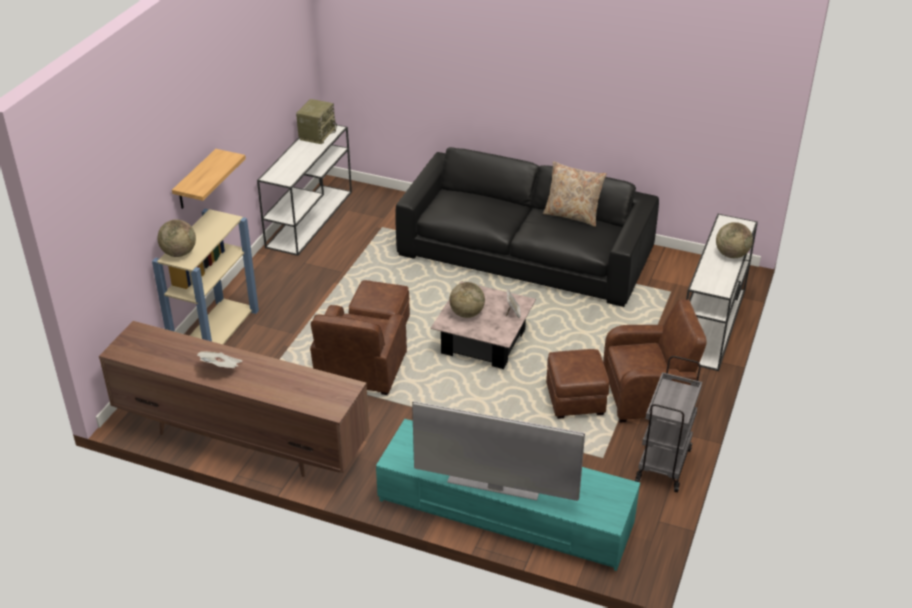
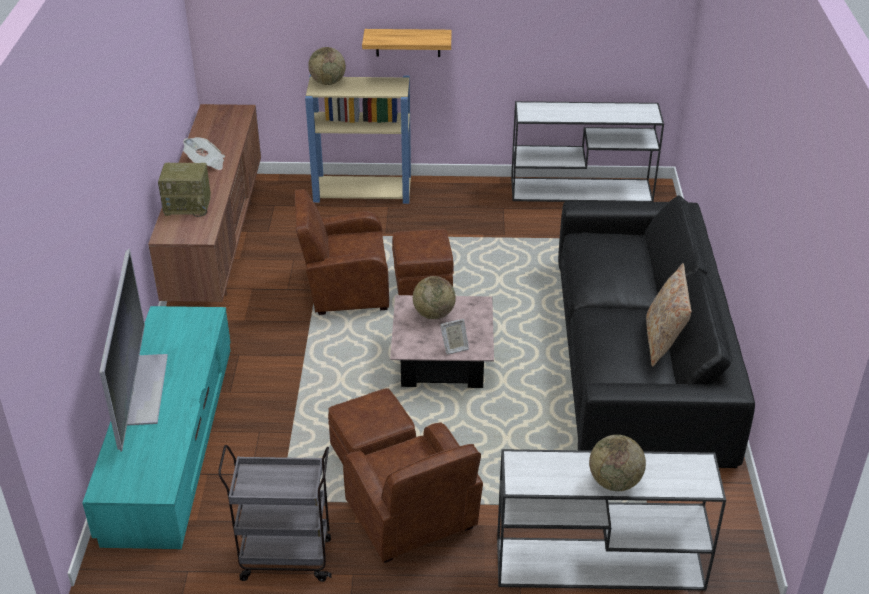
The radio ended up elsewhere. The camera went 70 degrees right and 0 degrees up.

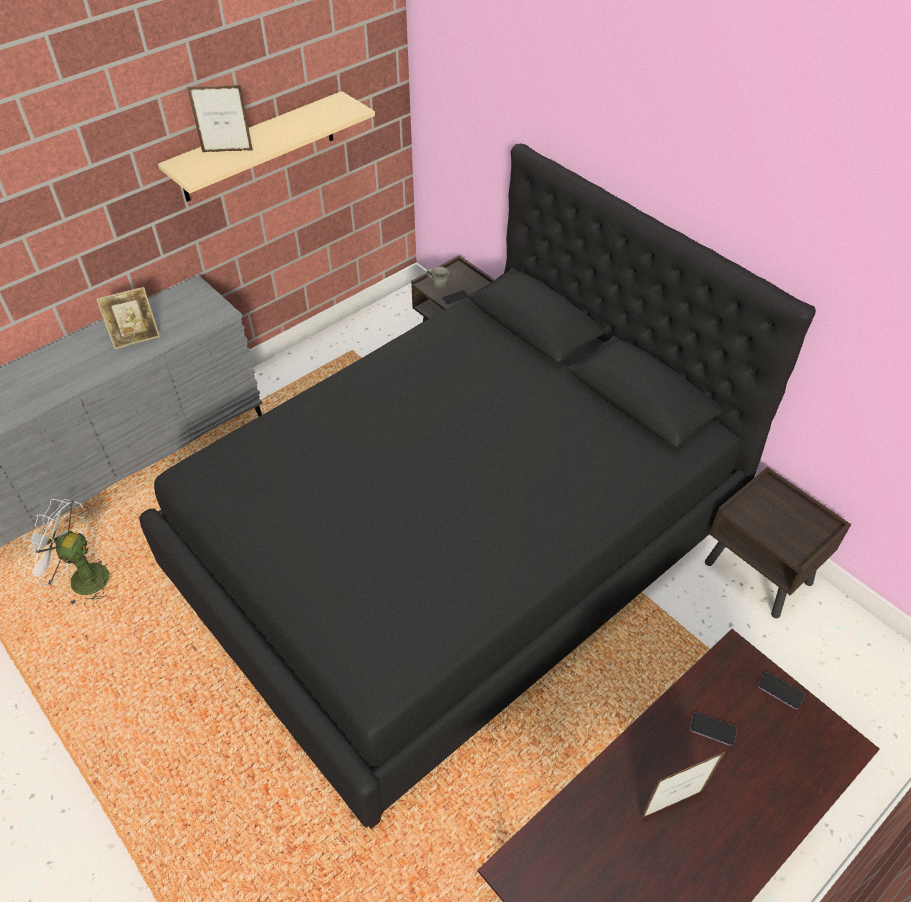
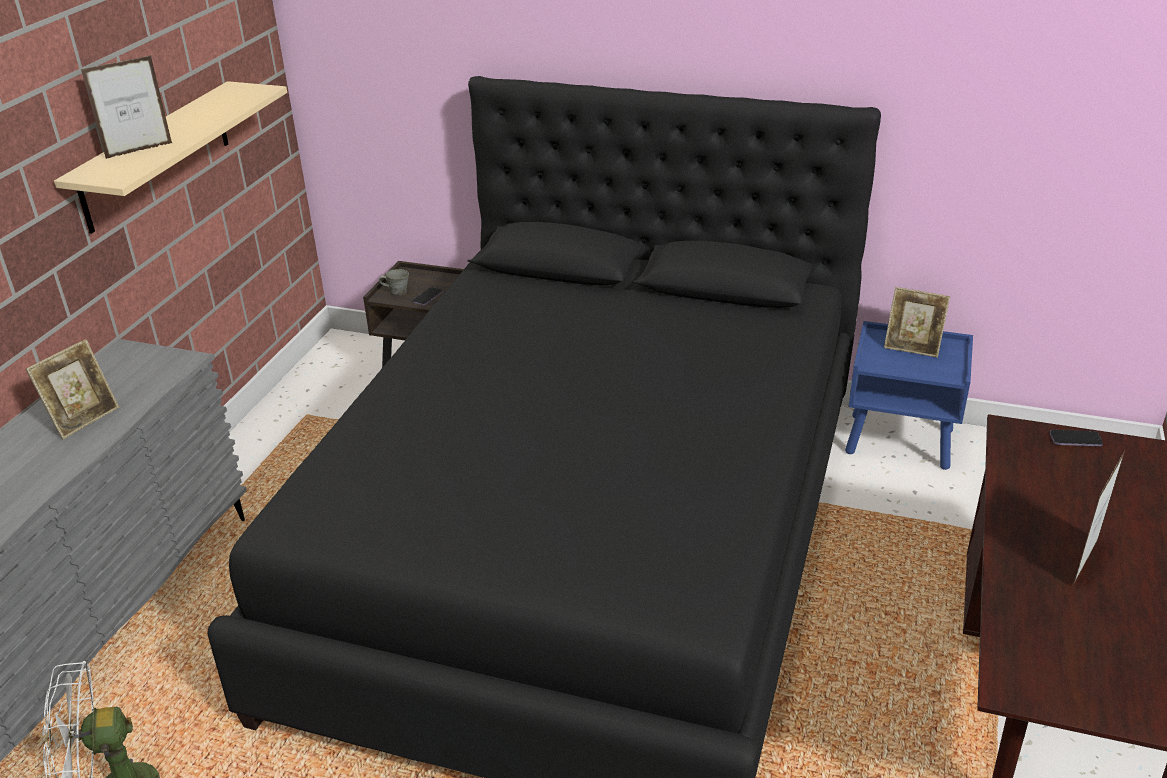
What was the table de chevet/marron (2nd from left) turned into the table de chevet/bleu. The second view gained the cadre photo (3rd from left). The second view lost the téléphone (2nd from left). The camera went 30 degrees left and 15 degrees down.

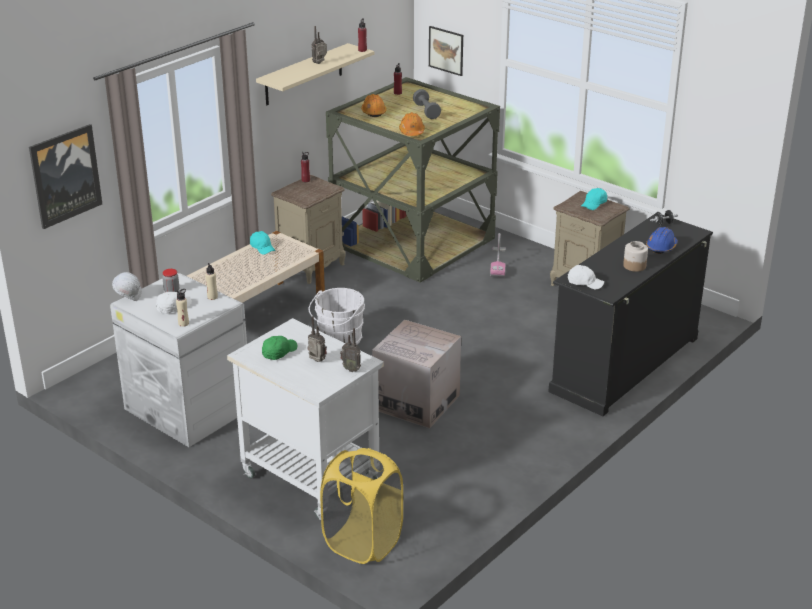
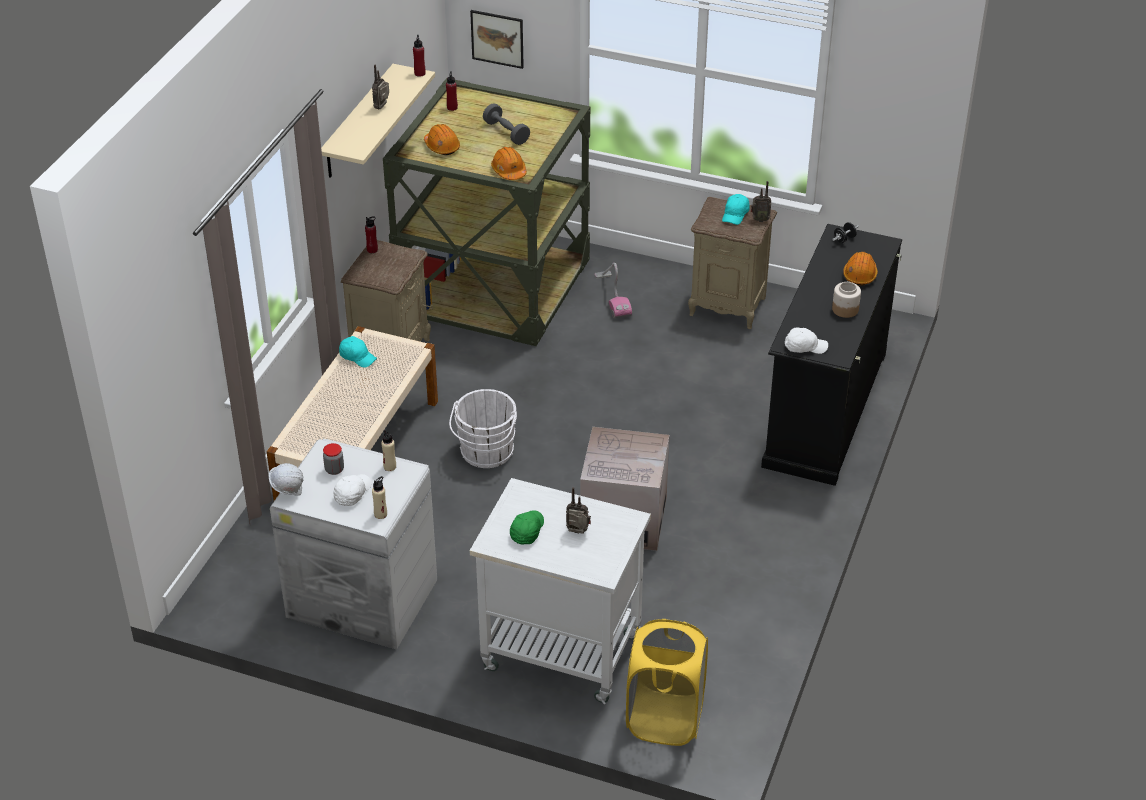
The radio (3rd from left) ended up elsewhere. What was the casque de chantier/bleu turned into the casque de chantier/orange (3rd from left). The second view lost the tableau (1st from left). The camera went 20 degrees left and 10 degrees up.

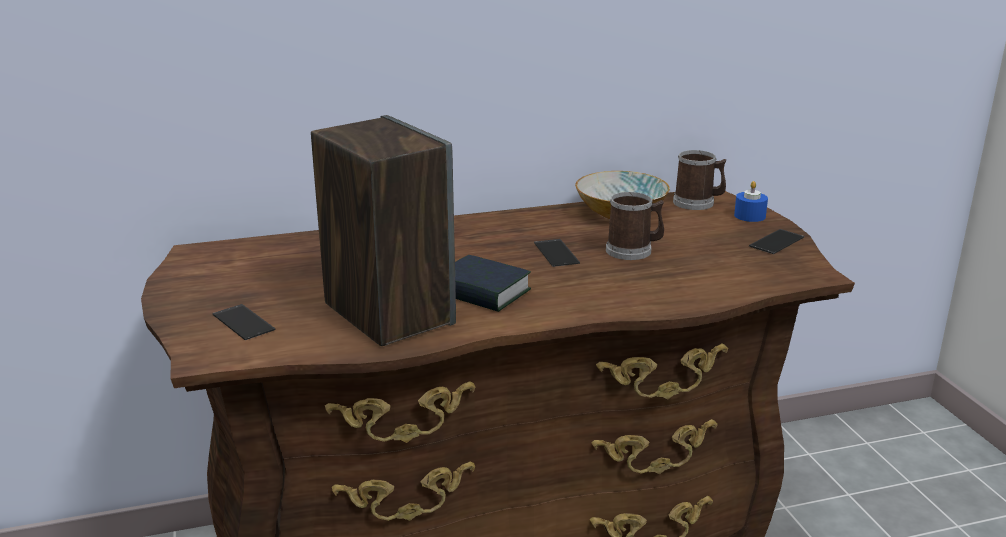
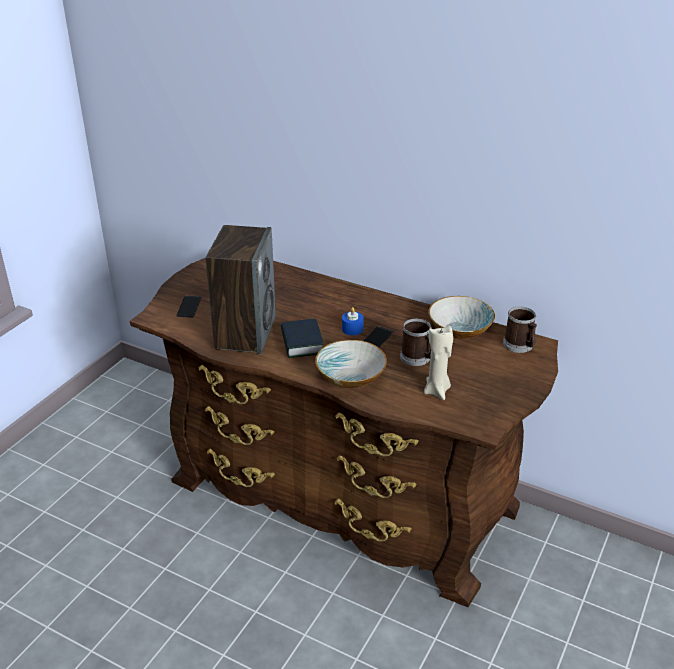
The second view gained the bol (1st from left). The bougie/bleu ended up elsewhere. The second view gained the bougie/beige. The second view lost the téléphone (3rd from left). The camera went 45 degrees right and 10 degrees up.

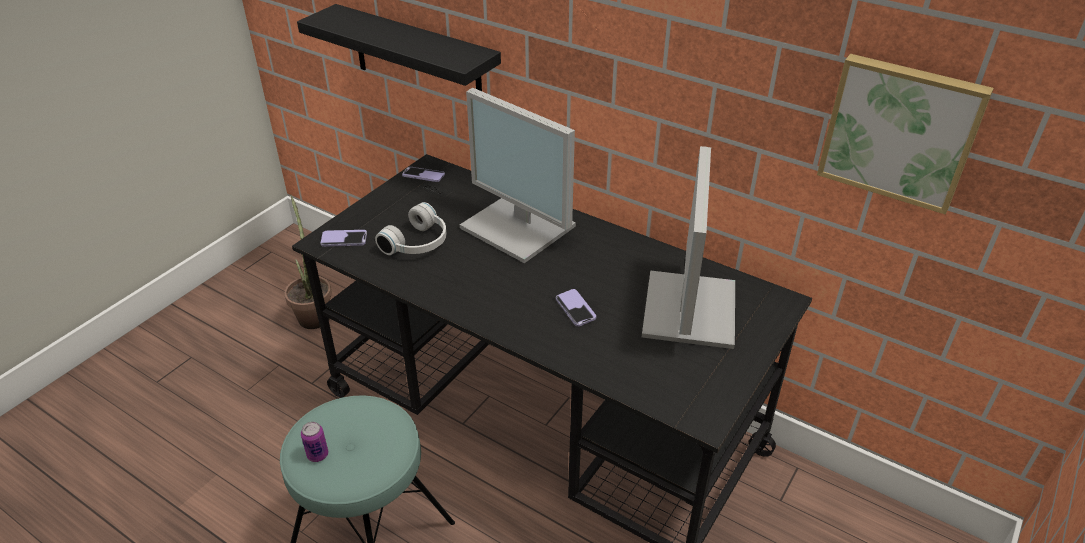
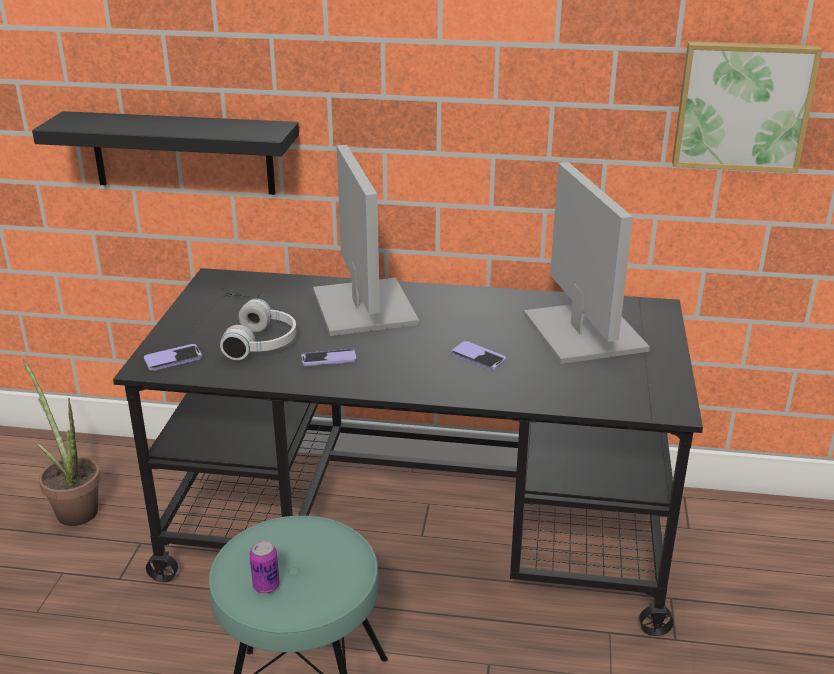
The téléphone (2nd from left) ended up elsewhere. The écran d'ordinateur (1st from left) ended up facing another way, 120 degrees counterclockwise from before. The camera went 25 degrees left and 10 degrees down.

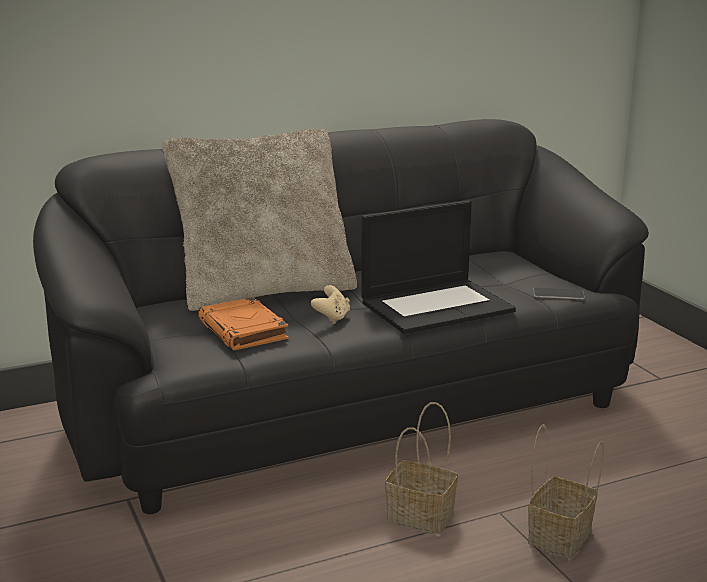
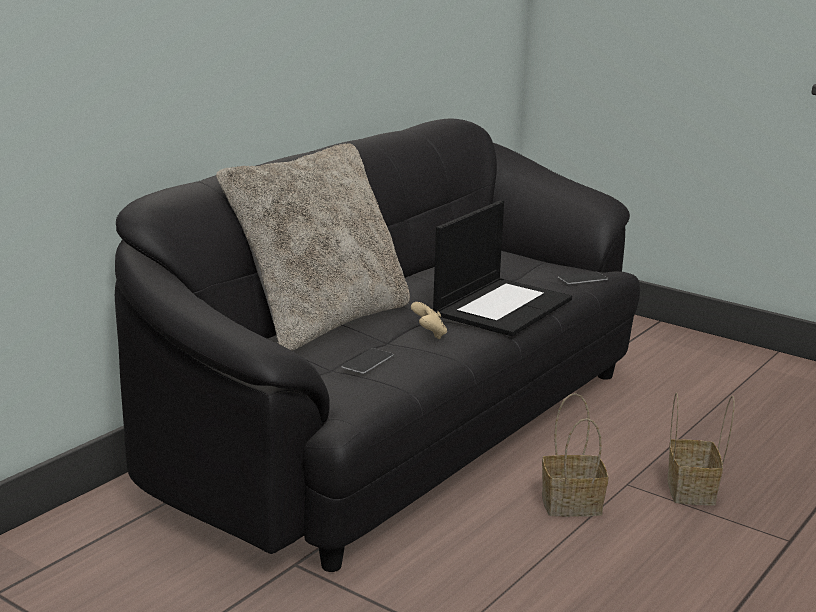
Where the livre/orange stood, the téléphone (1st from left) came to stand. The camera went 30 degrees left and 0 degrees up.

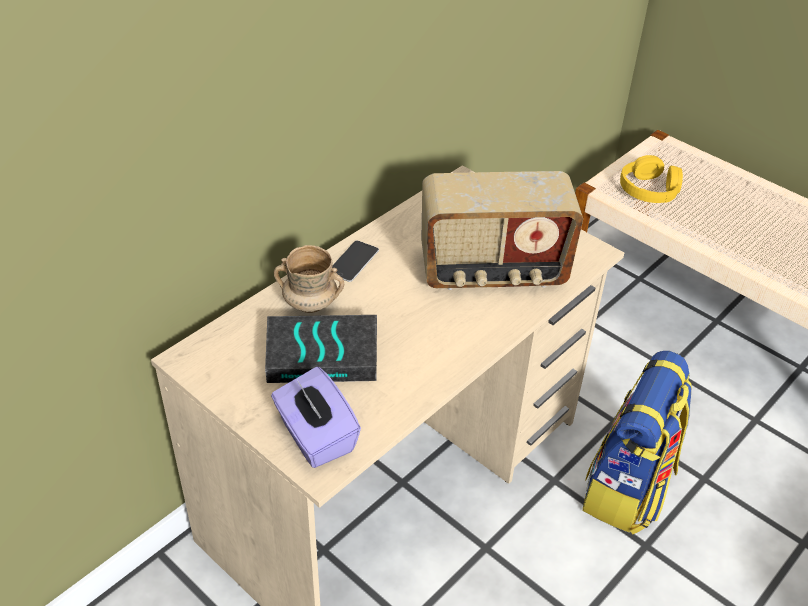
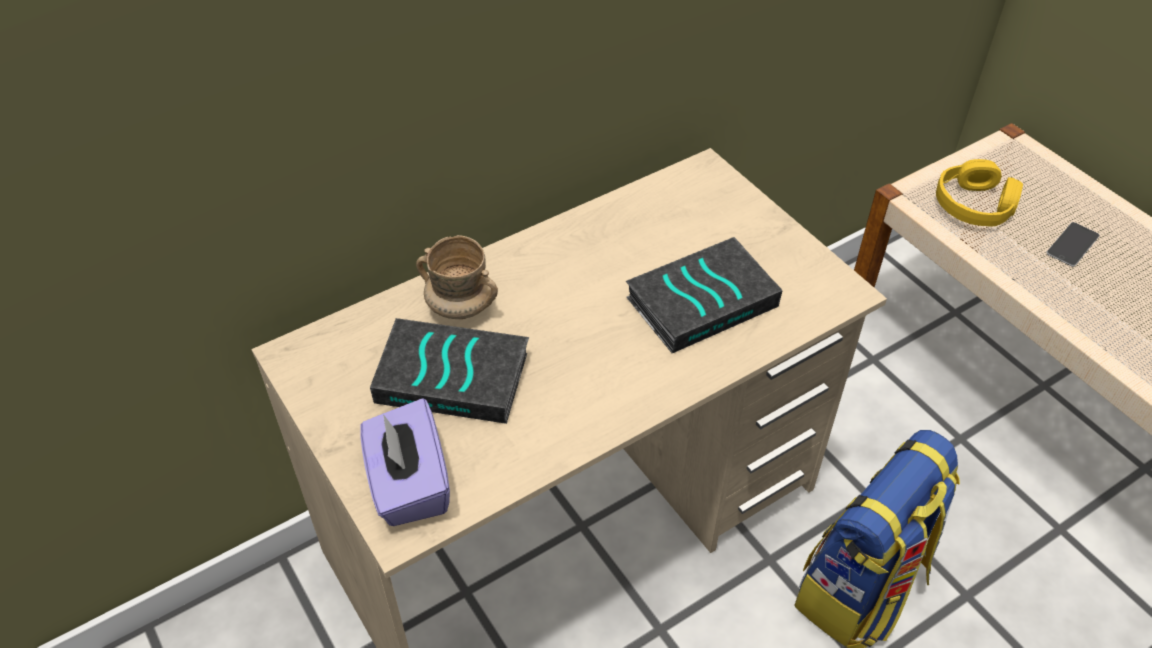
Where the radio stood, the livre (2nd from left) came to stand. The téléphone ended up elsewhere. The camera went 15 degrees right and 5 degrees up.

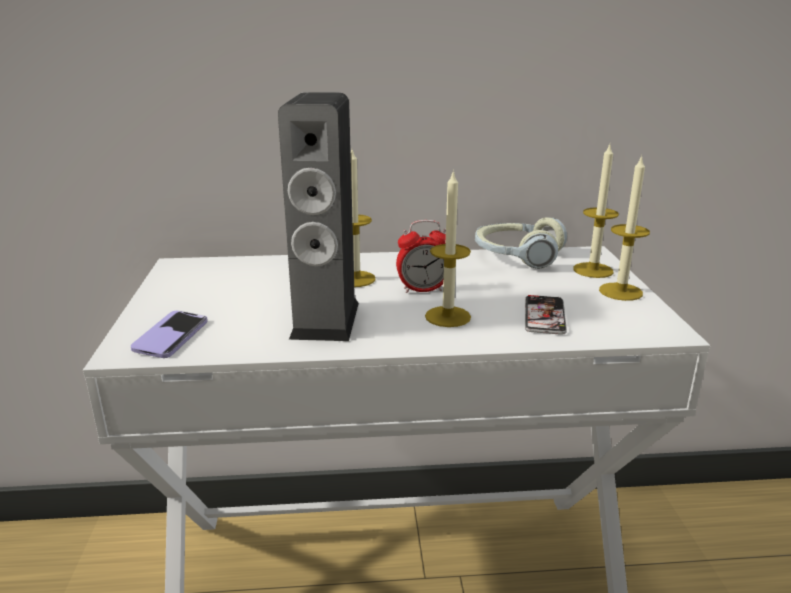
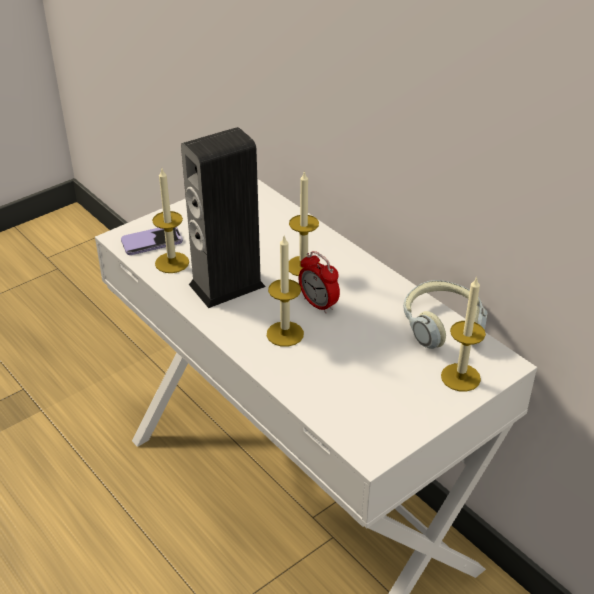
The bougie (4th from left in the first image) ended up elsewhere. The second view lost the téléphone (2nd from left). The camera went 55 degrees right and 15 degrees up.

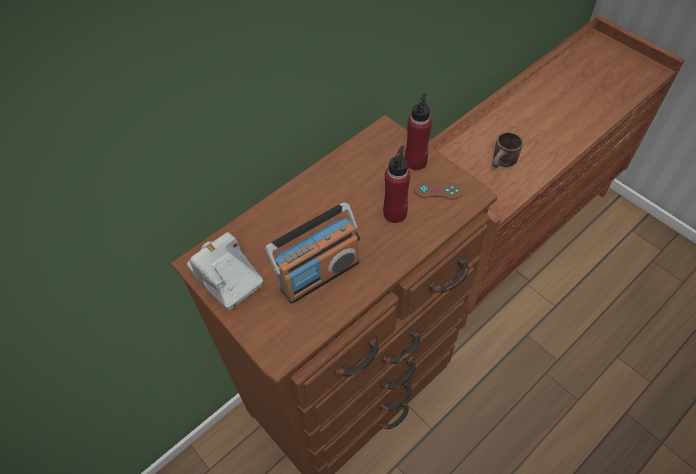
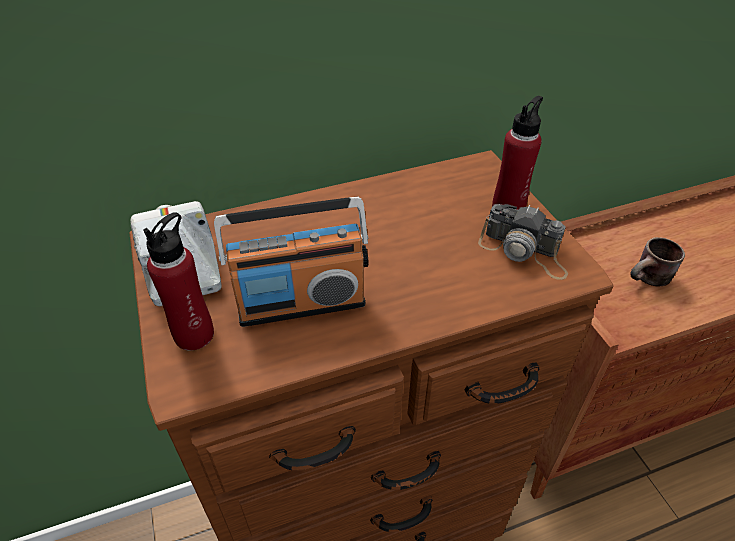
The bouteille/rouge (1st from left) ended up elsewhere. Where the manette/marron stood, the appareil photo (2nd from left) came to stand. The camera went 20 degrees right and 10 degrees down.

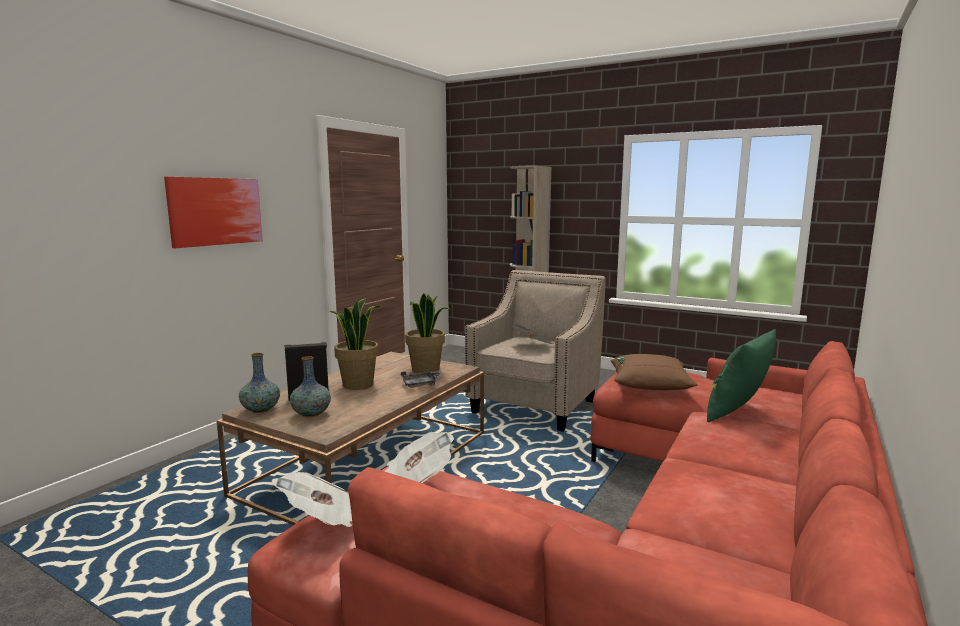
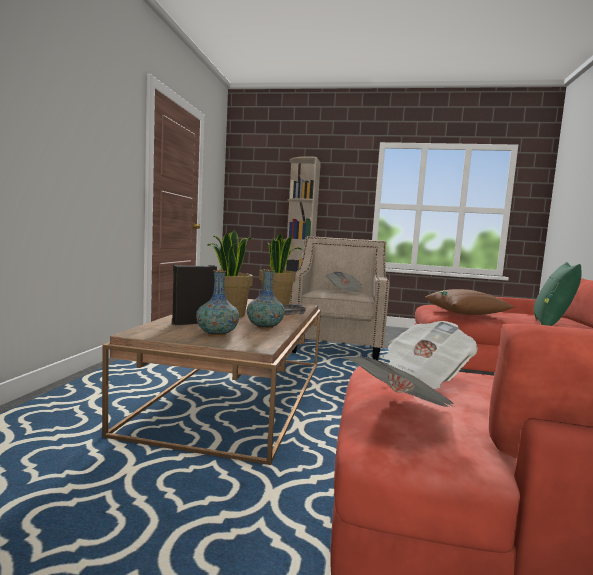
The vase (1st from left in the first image) ended up elsewhere. The second view lost the tableau. The camera went 20 degrees left and 5 degrees down.

